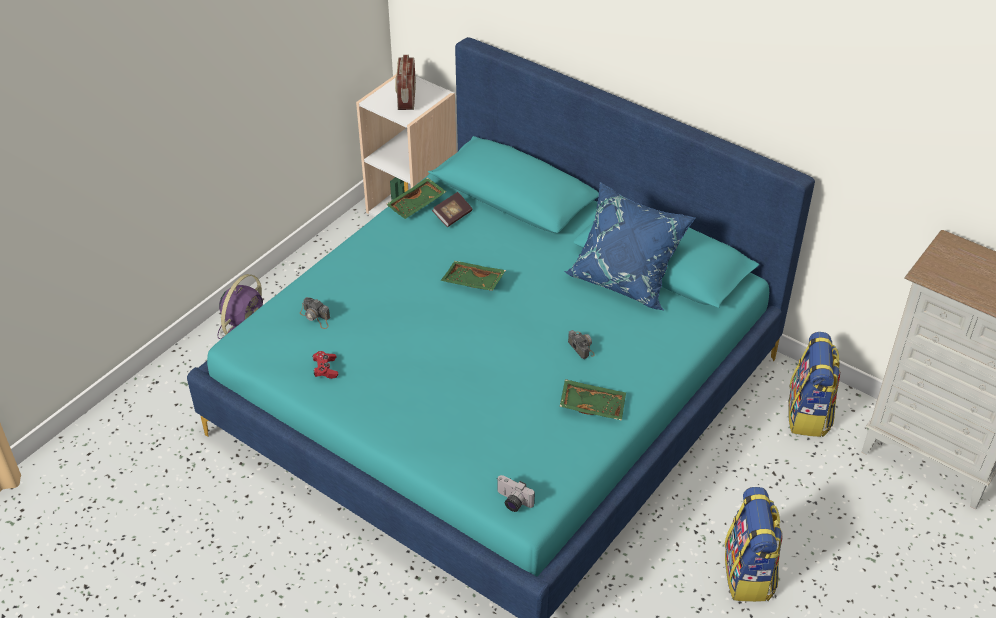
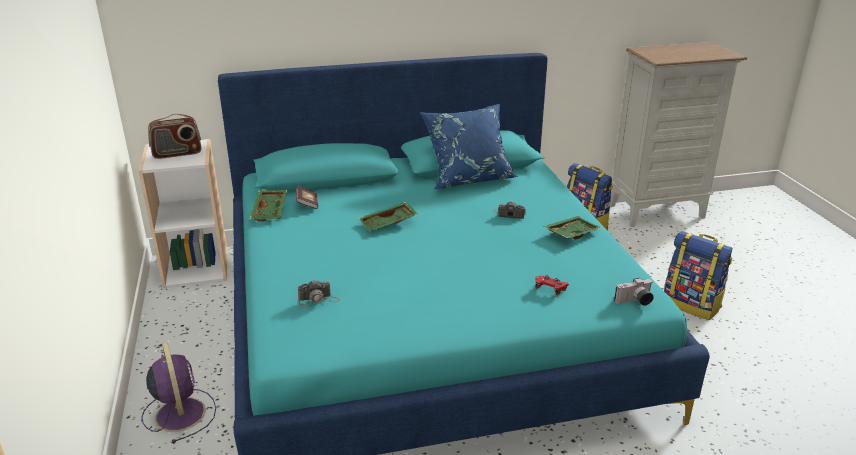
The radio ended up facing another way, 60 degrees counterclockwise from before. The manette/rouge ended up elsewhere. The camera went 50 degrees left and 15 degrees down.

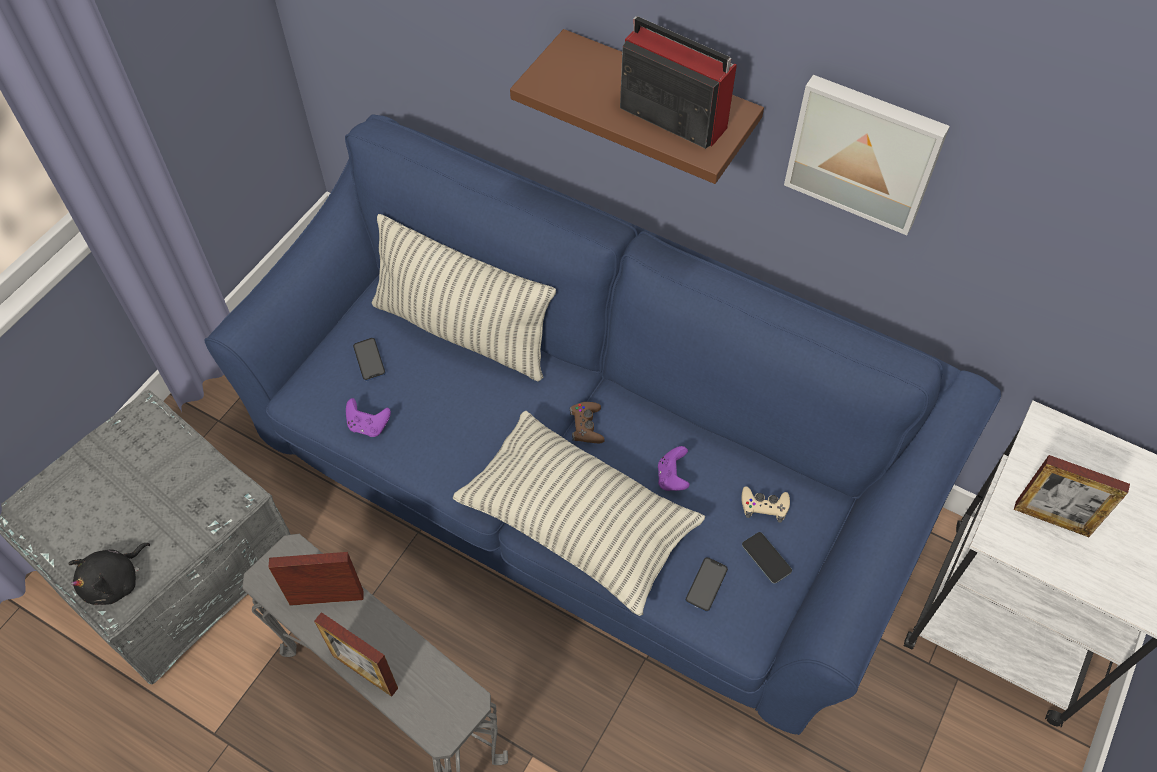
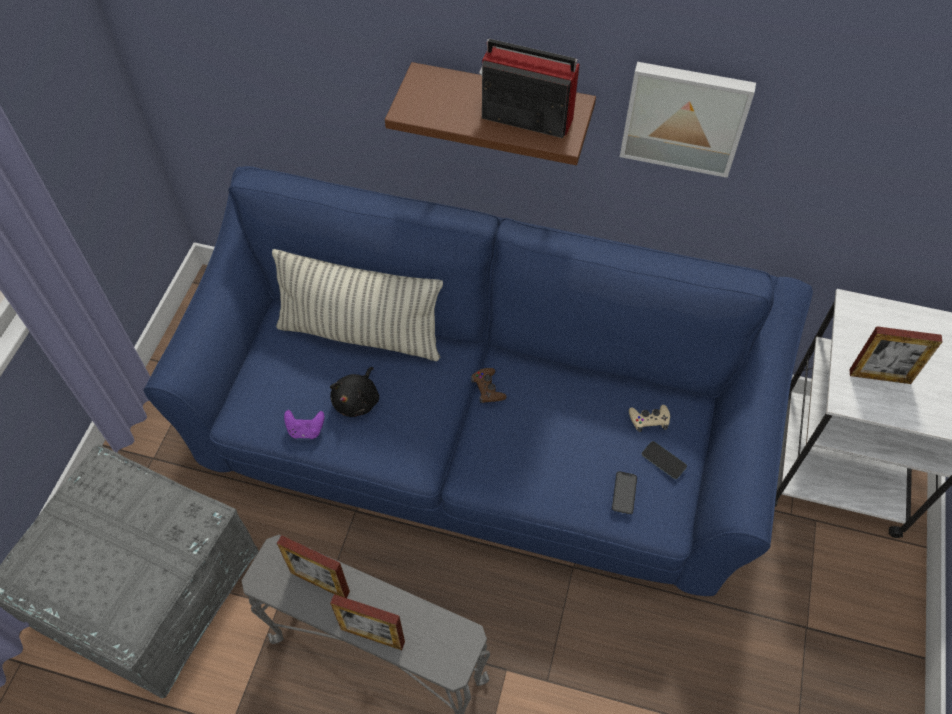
The cadre photo (1st from left) ended up facing another way, 135 degrees counterclockwise from before. The peluche/noir ended up elsewhere. The second view lost the téléphone (1st from left). The second view lost the coussin (2nd from left). The second view lost the manette/violet (2nd from left). The camera went 15 degrees left and 0 degrees up.

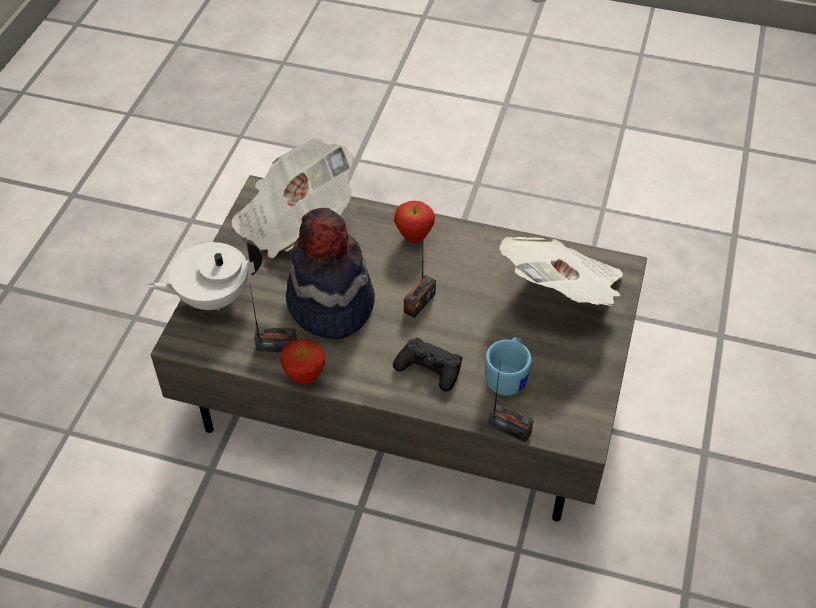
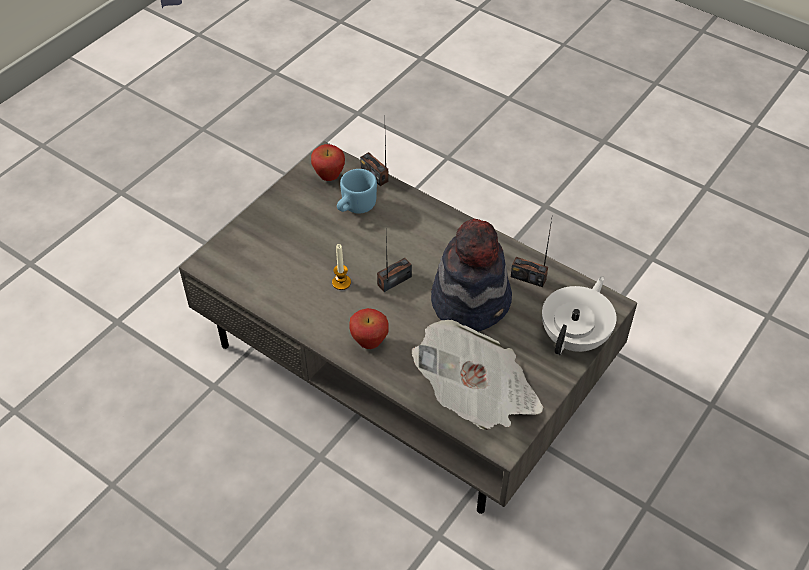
The pomme (1st from left) ended up elsewhere. The second view gained the bougie. The théière/blanc ended up facing another way, 60 degrees counterclockwise from before. The second view lost the manette/noir. The second view lost the journal (2nd from left). The camera went 160 degrees left and 0 degrees up.

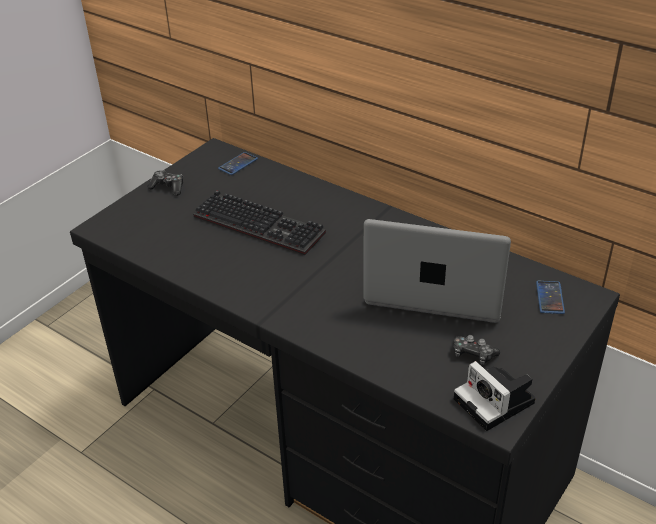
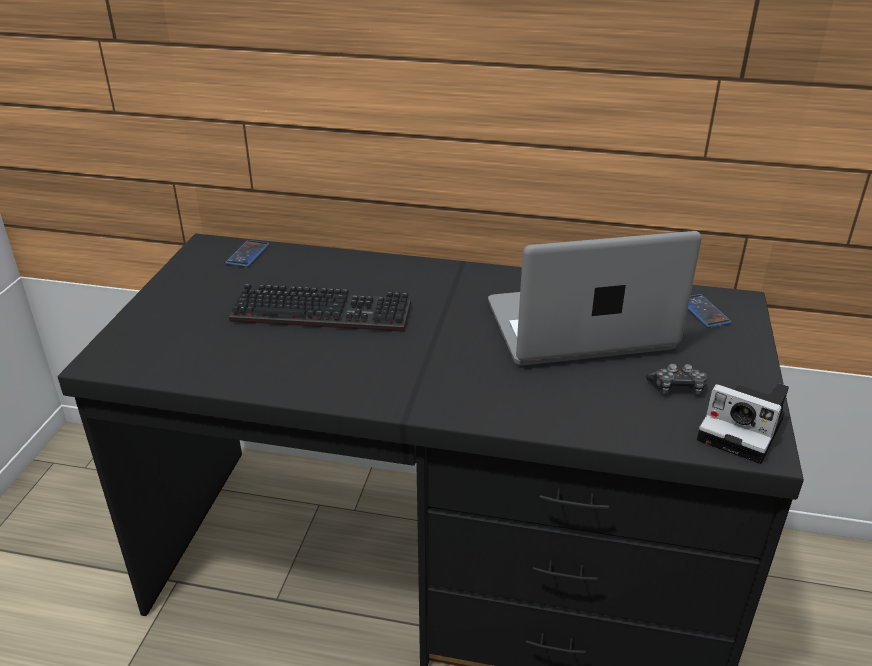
The second view lost the manette (1st from left). The camera went 25 degrees left and 5 degrees down.

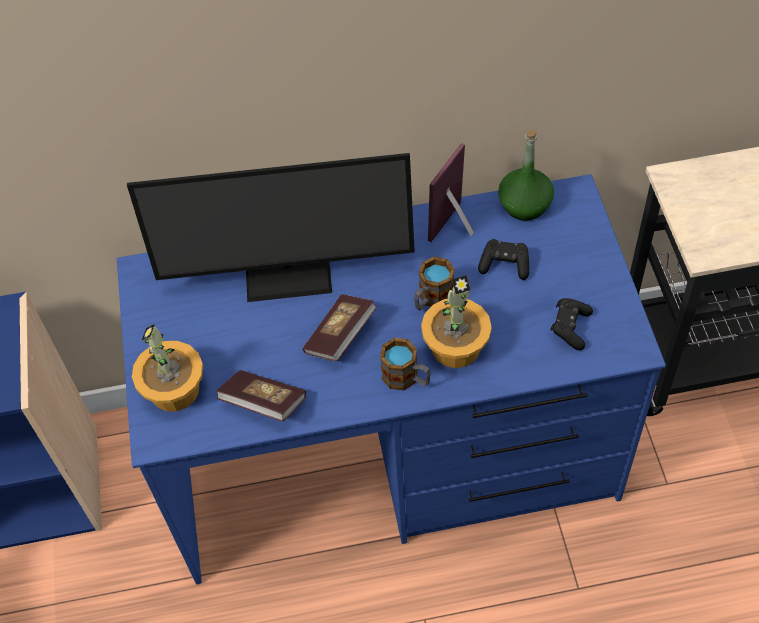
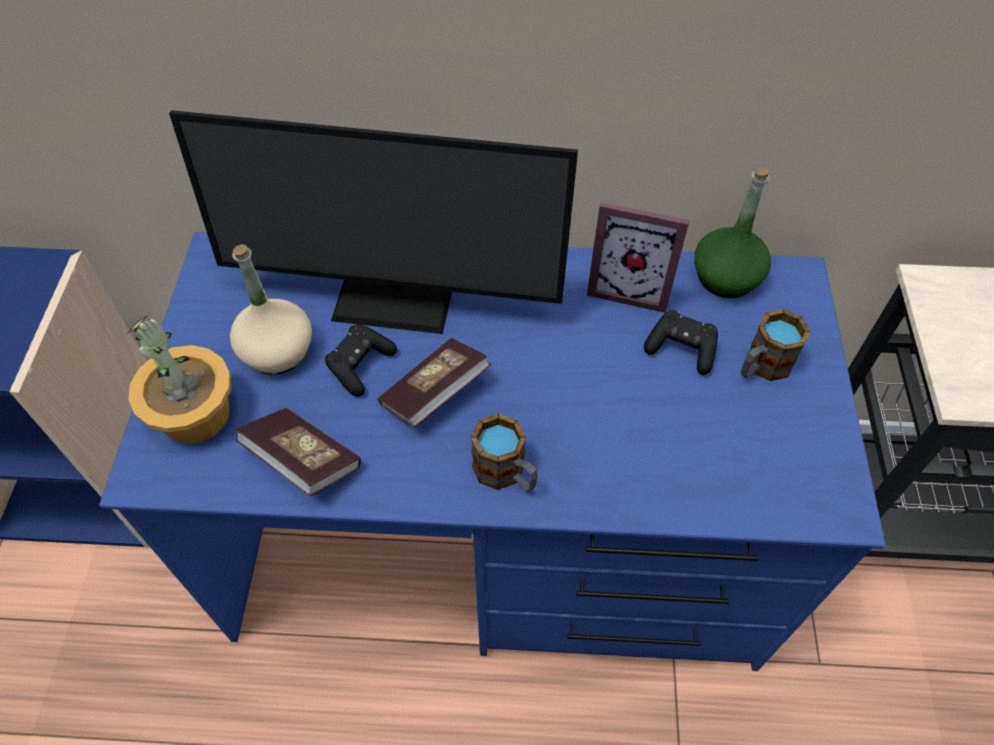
The second view gained the bouteille/beige. The manette/noir (2nd from left in the first image) ended up elsewhere. The cadre photo ended up facing another way, 120 degrees counterclockwise from before. The mug (2nd from left) ended up elsewhere. The second view lost the plante en pot (2nd from left). The camera went 10 degrees right and 0 degrees up.

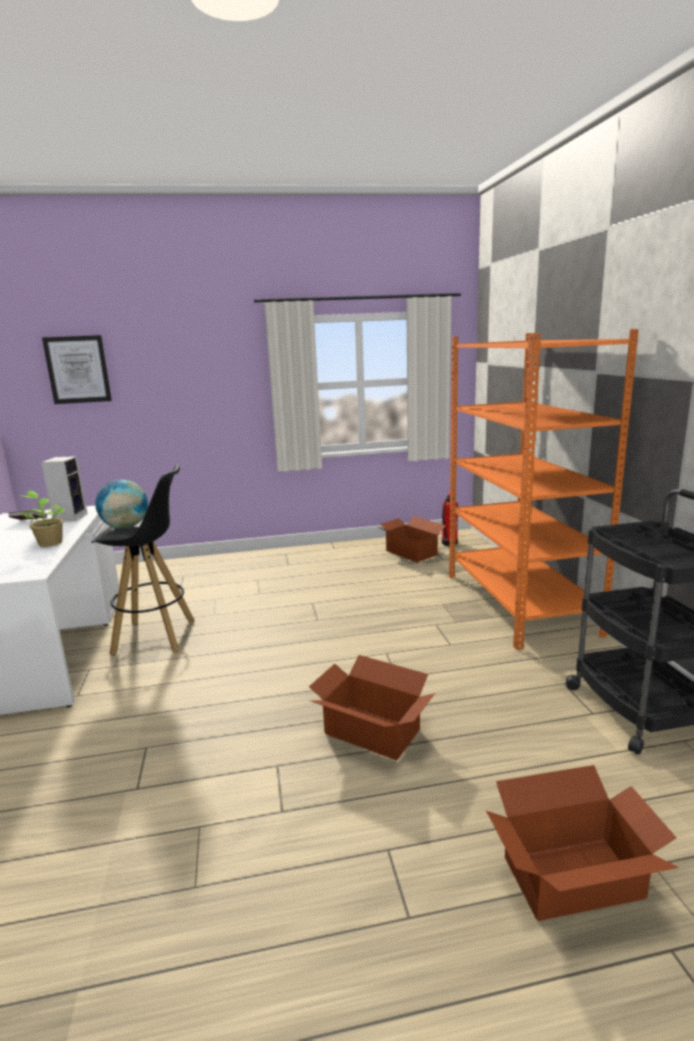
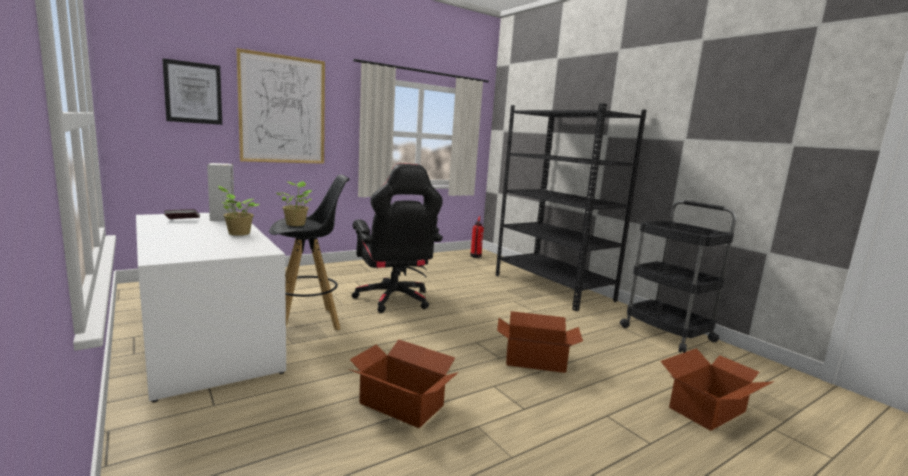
The second view gained the tableau (2nd from left). Where the globe stood, the plante en pot (2nd from left) came to stand. The carton (2nd from left in the first image) ended up elsewhere. The second view gained the chaise de bureau/noir. What was the bibliothèque/orange turned into the bibliothèque/noir. The camera went 25 degrees left and 5 degrees down.

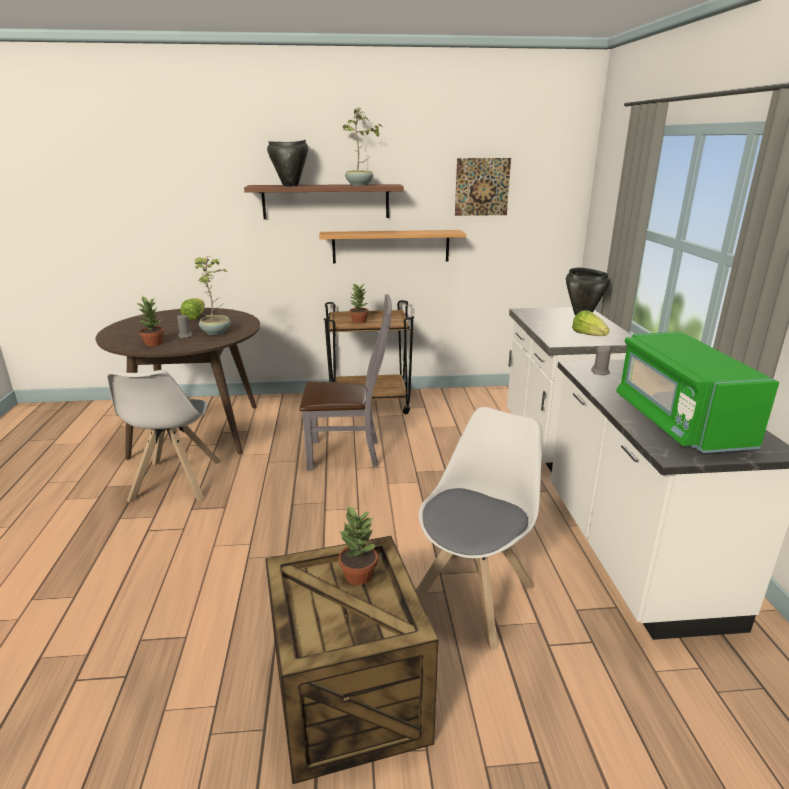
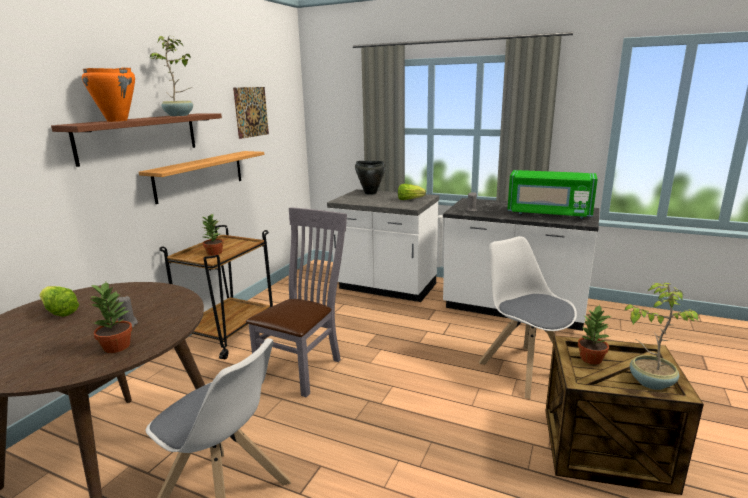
What was the marmite/noir (1st from left) turned into the marmite/orange. The plante en pot (2nd from left in the first image) ended up elsewhere. The camera went 60 degrees left and 5 degrees down.

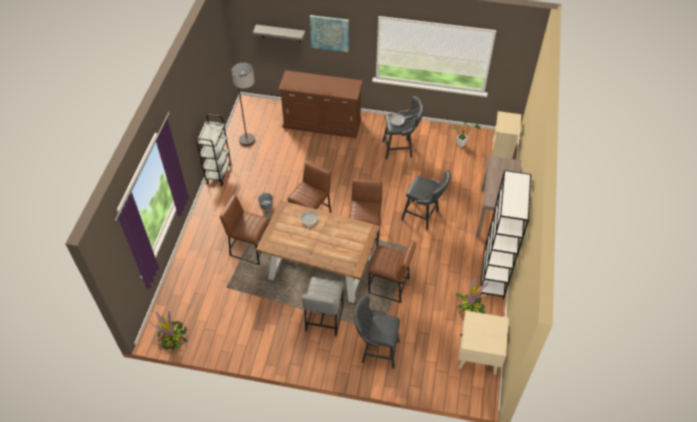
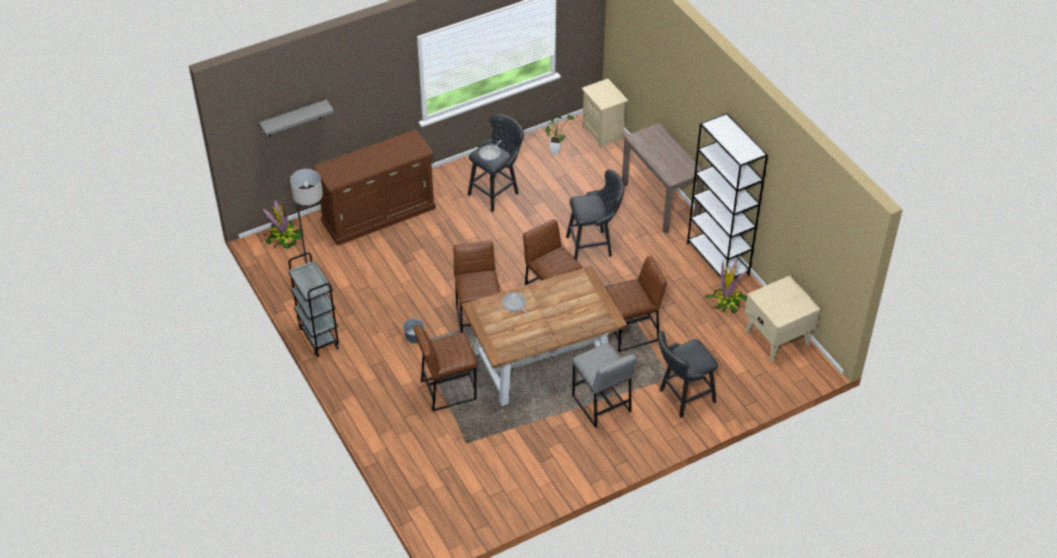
The plante en pot (1st from left) ended up elsewhere. The second view lost the tableau. The camera went 40 degrees left and 5 degrees down.

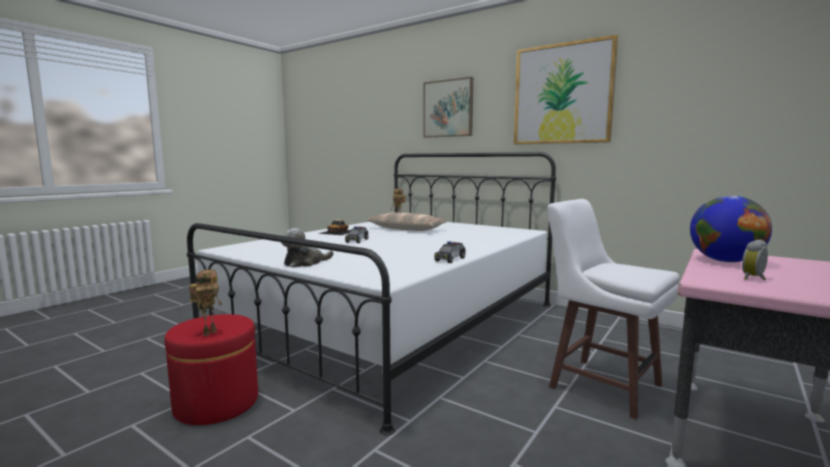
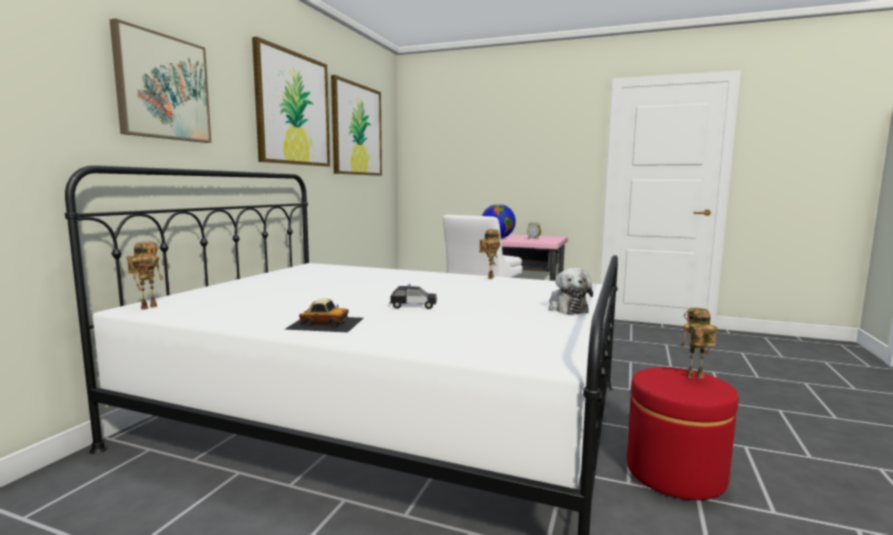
The second view gained the tableau (3rd from left). Where the petite voiture (3rd from left) stood, the robot jouet (2nd from left) came to stand. The peluche ended up facing another way, 45 degrees clockwise from before. The second view lost the coussin. The camera went 105 degrees left and 0 degrees up.

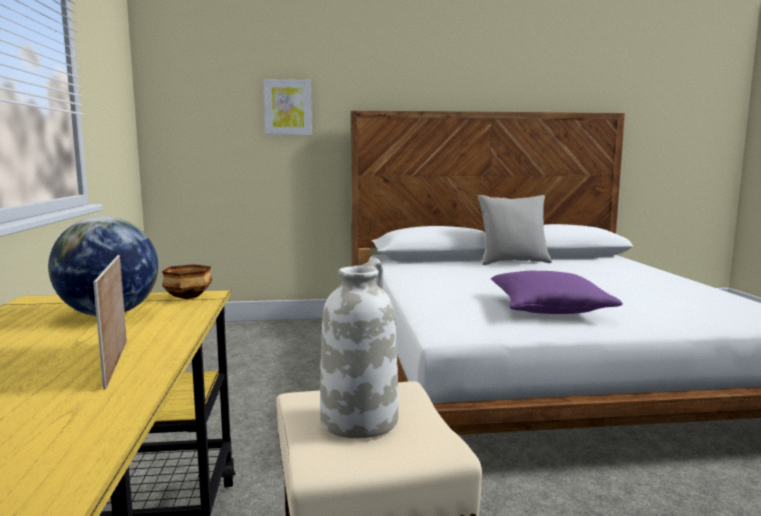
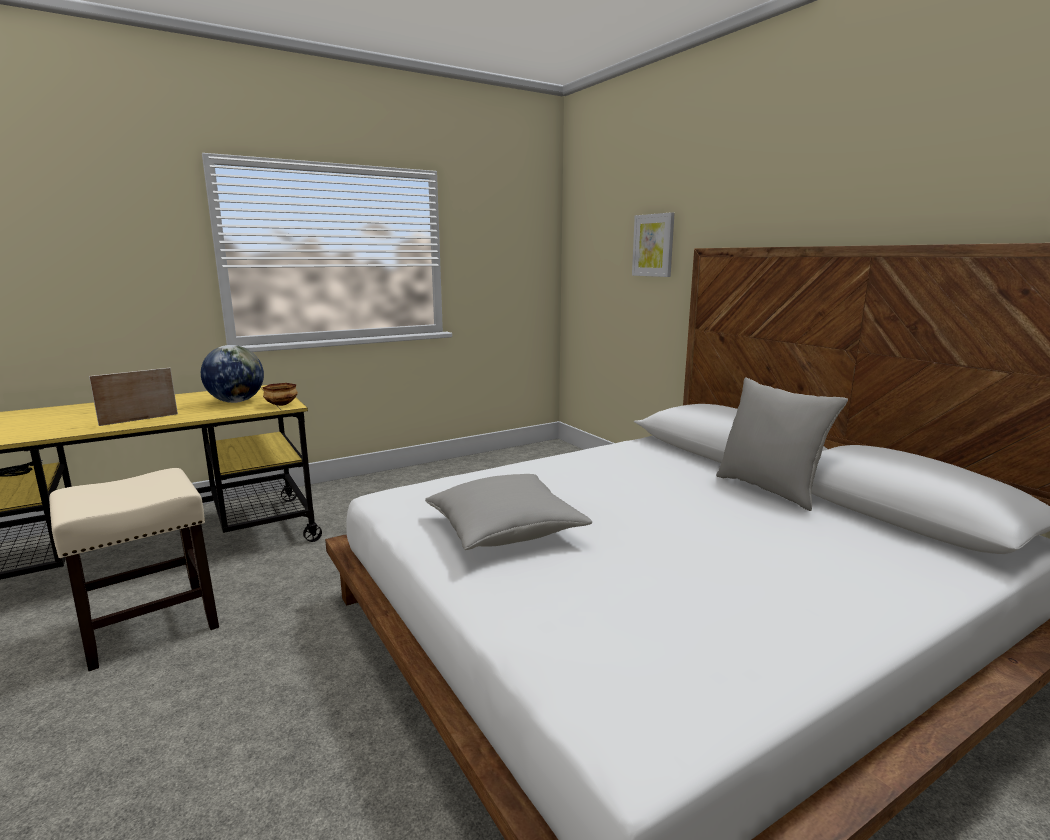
What was the coussin/violet turned into the coussin/gris (1st from left). The second view lost the vase/blanc. The camera went 65 degrees right and 5 degrees up.

